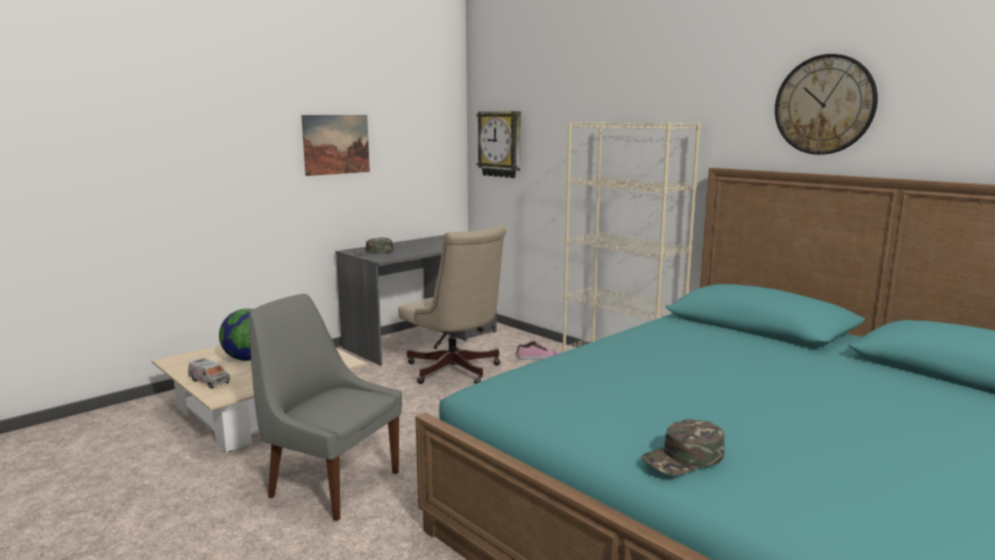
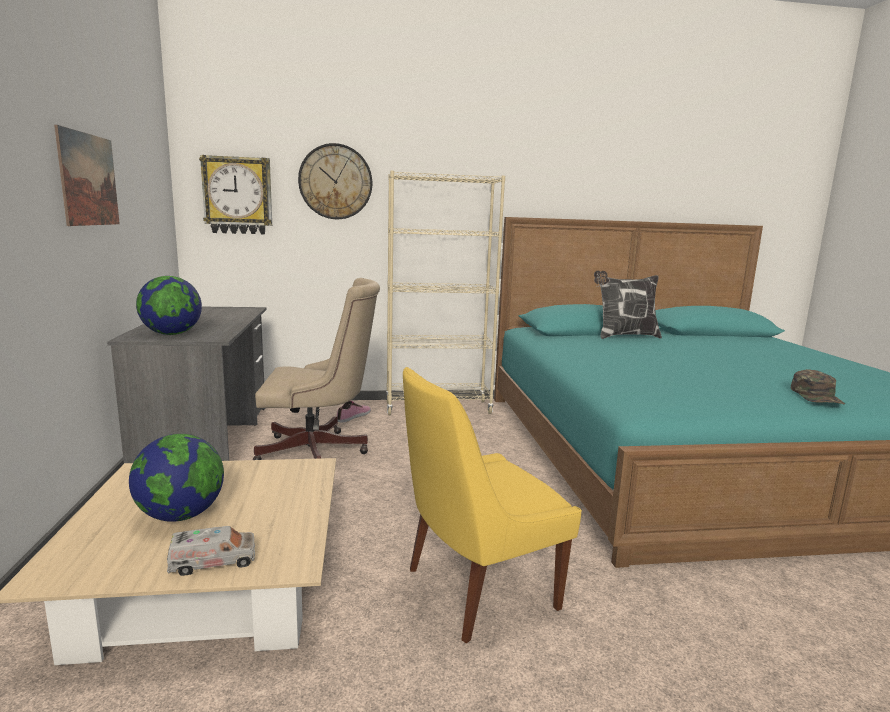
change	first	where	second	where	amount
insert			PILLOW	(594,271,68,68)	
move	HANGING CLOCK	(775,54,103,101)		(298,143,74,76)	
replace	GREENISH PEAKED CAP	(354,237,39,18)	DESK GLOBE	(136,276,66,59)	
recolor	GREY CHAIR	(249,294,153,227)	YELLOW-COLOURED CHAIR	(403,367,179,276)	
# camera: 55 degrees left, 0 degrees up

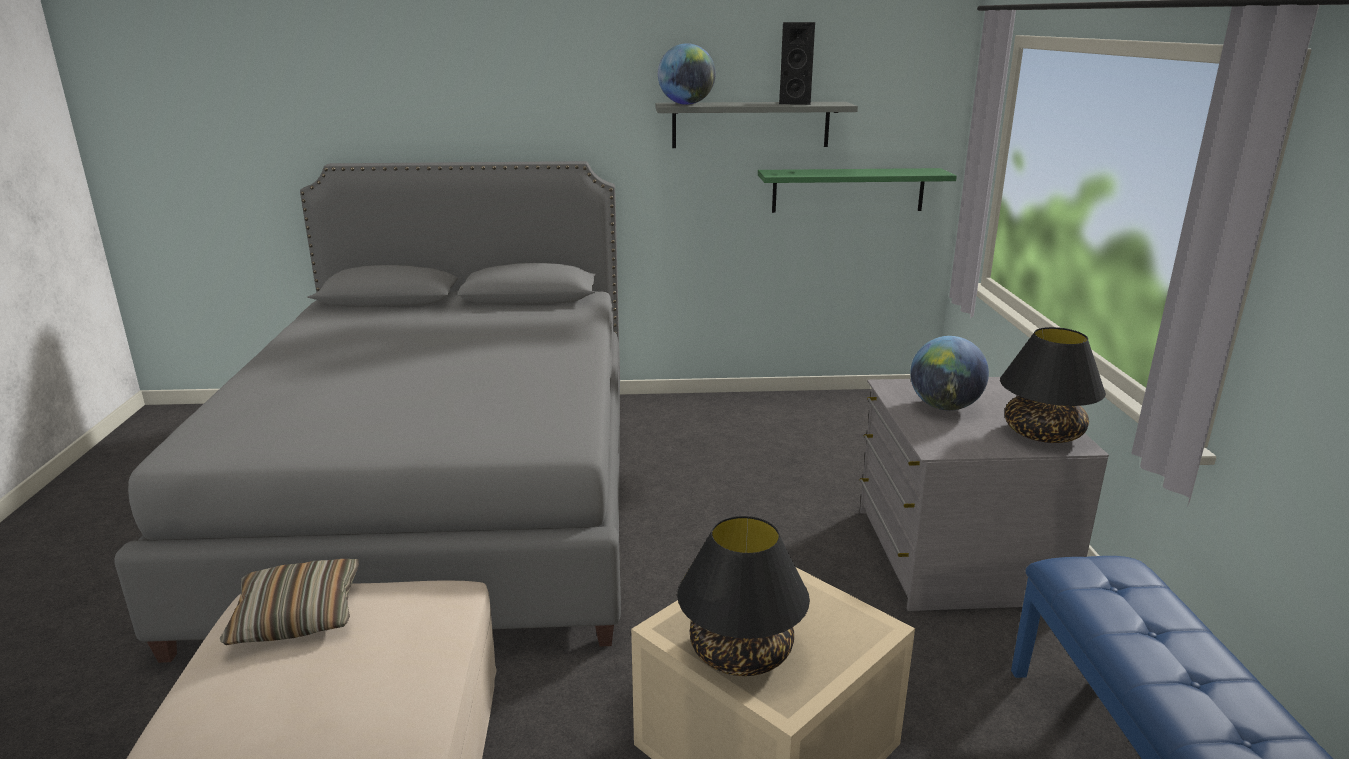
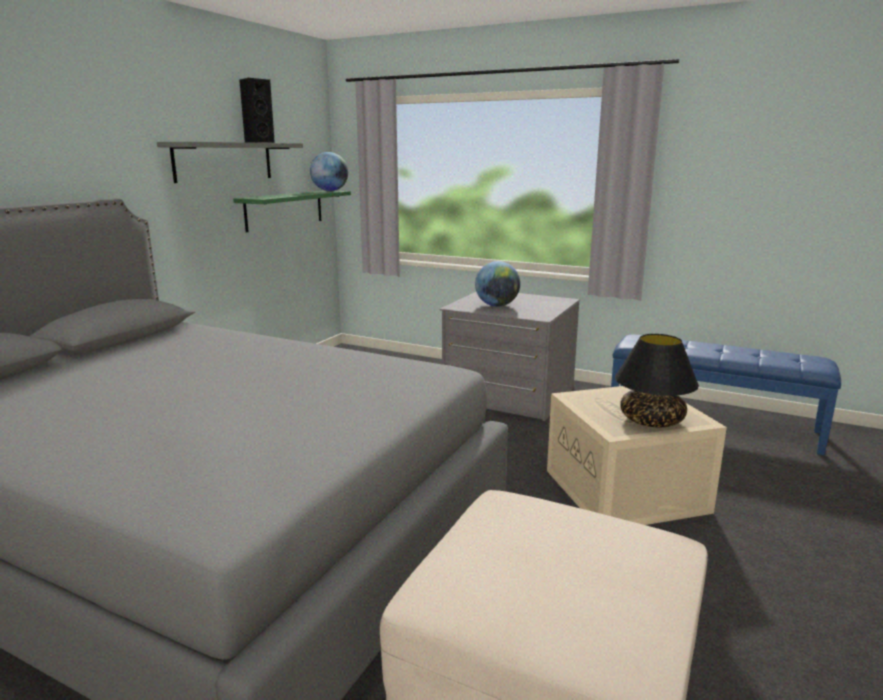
change	first	where	second	where	amount
delete	PILLOW	(220,559,139,86)			
delete	BLACK TABLETOP LAMP	(1000,327,106,116)			
move	DESK GLOBE	(658,43,58,62)		(310,152,38,39)	
# camera: 60 degrees left, 5 degrees down

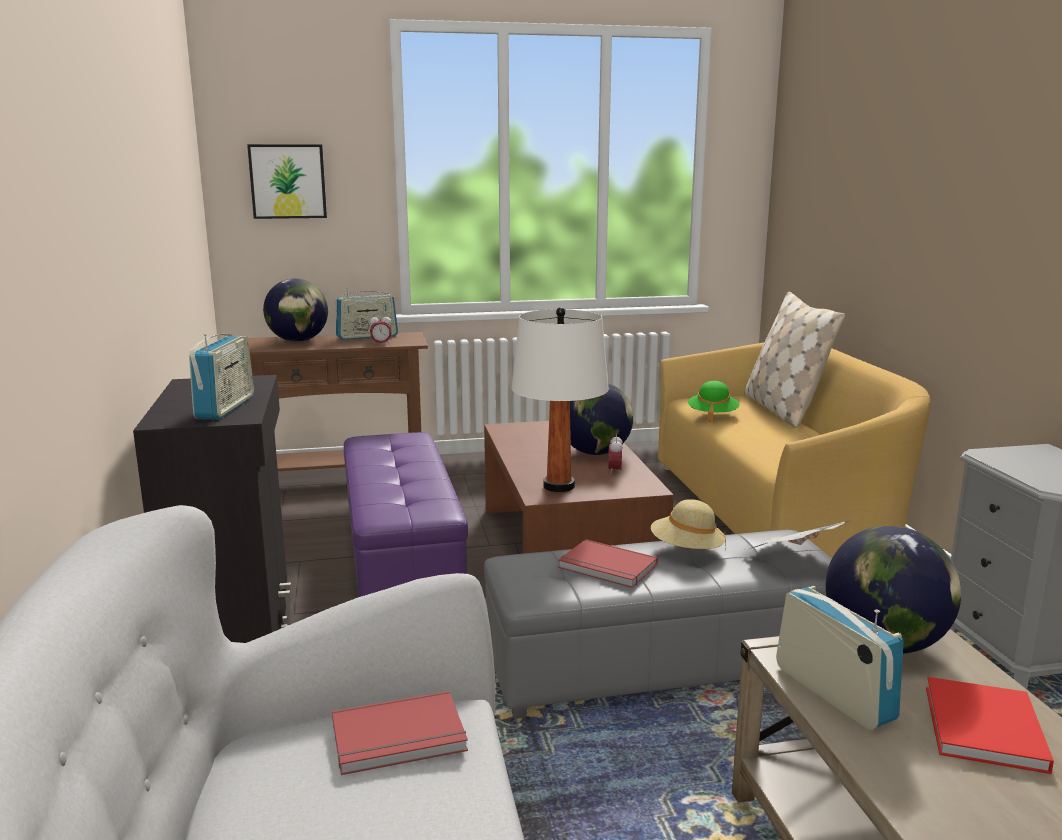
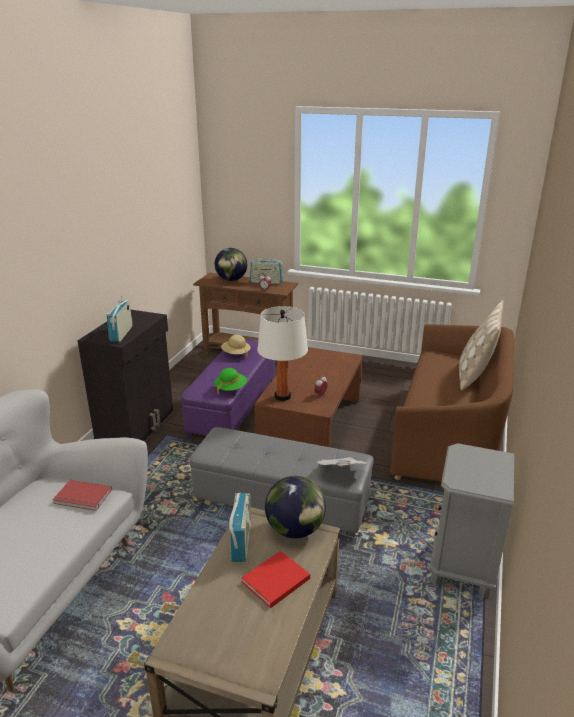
change	first	where	second	where	amount
delete	WALL PICTURE	(247,144,80,75)			
delete	RED-COLOURED VOLUME	(558,539,100,49)			
delete	DESK GLOBE	(570,383,63,72)			
move	SAND-COLOURED CLOTHING HAT	(651,499,75,50)		(221,335,30,23)	
move	GREENISH CLOTHING HAT	(688,381,51,42)		(214,368,33,26)	
recolor	YELLOW-COLOURED SETTEE	(658,342,273,216)	BROWNISH SETTEE	(390,324,124,158)	
rotate	RADIO SET	(189,334,65,86)		(106,296,27,46)	150 degrees clockwise
# camera: 30 degrees right, 10 degrees up

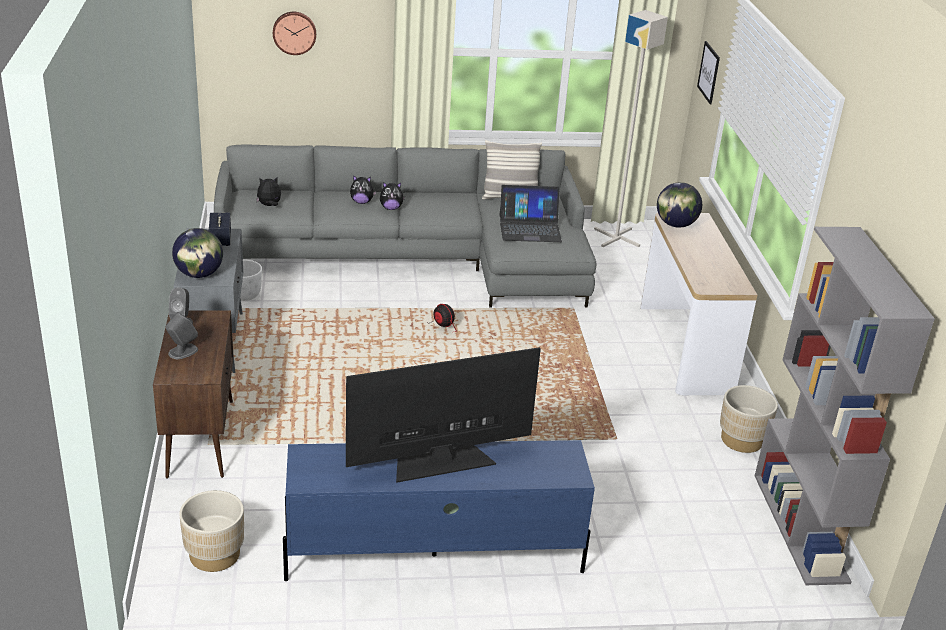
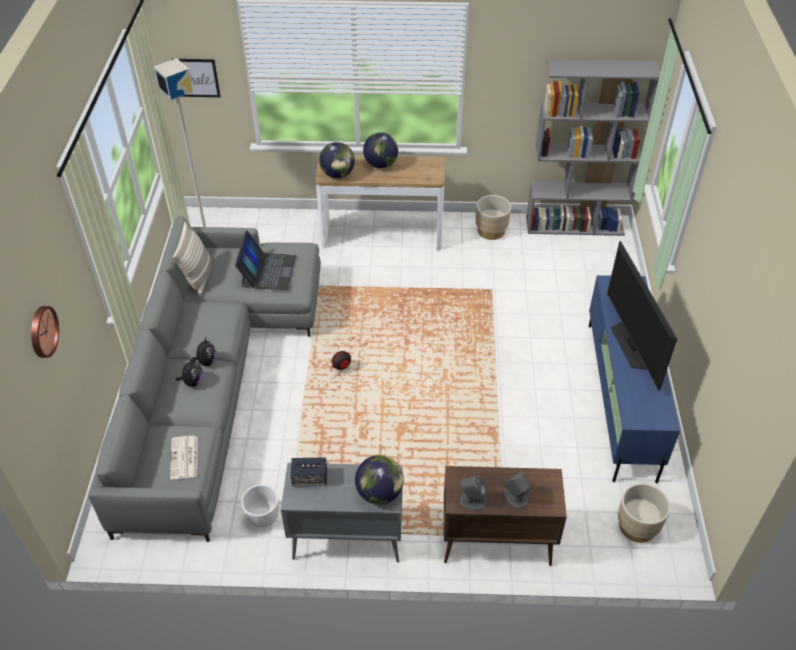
change	first	where	second	where	amount
insert			DESK GLOBE	(363,132,35,36)	
replace	SOFT TOY	(256,177,25,29)	NEWSPAPER	(170,436,28,43)	
# camera: 80 degrees left, 15 degrees up

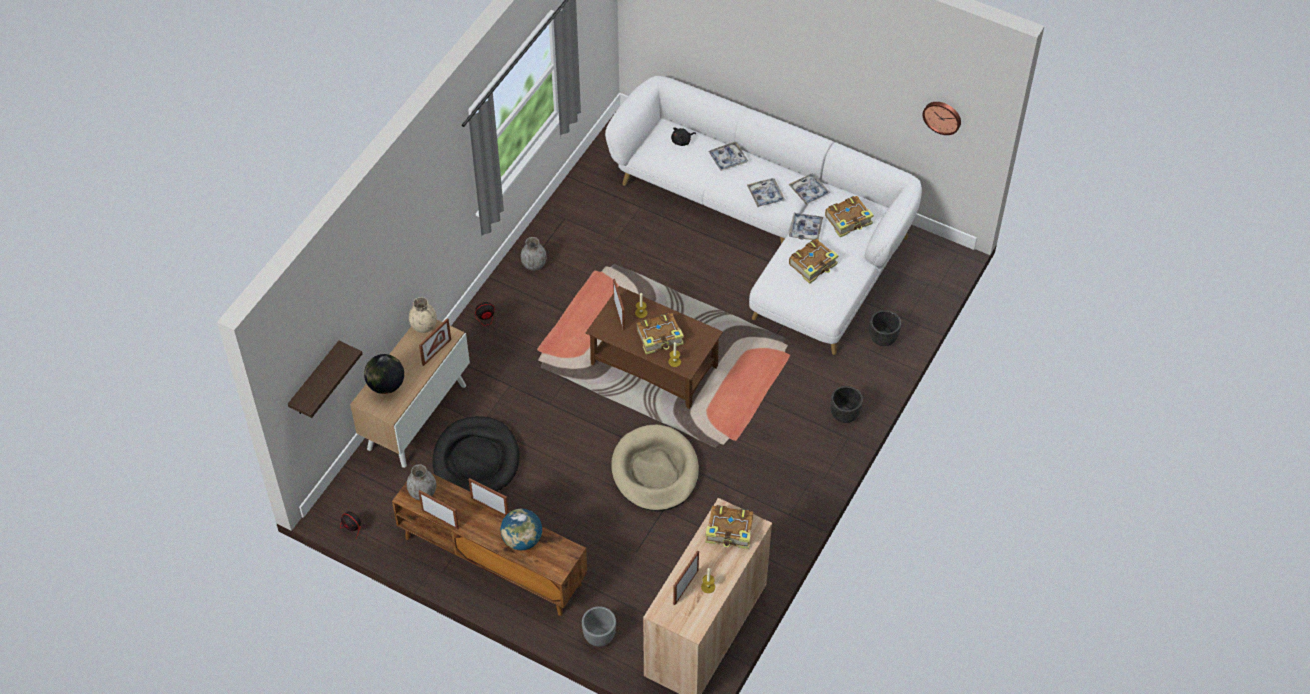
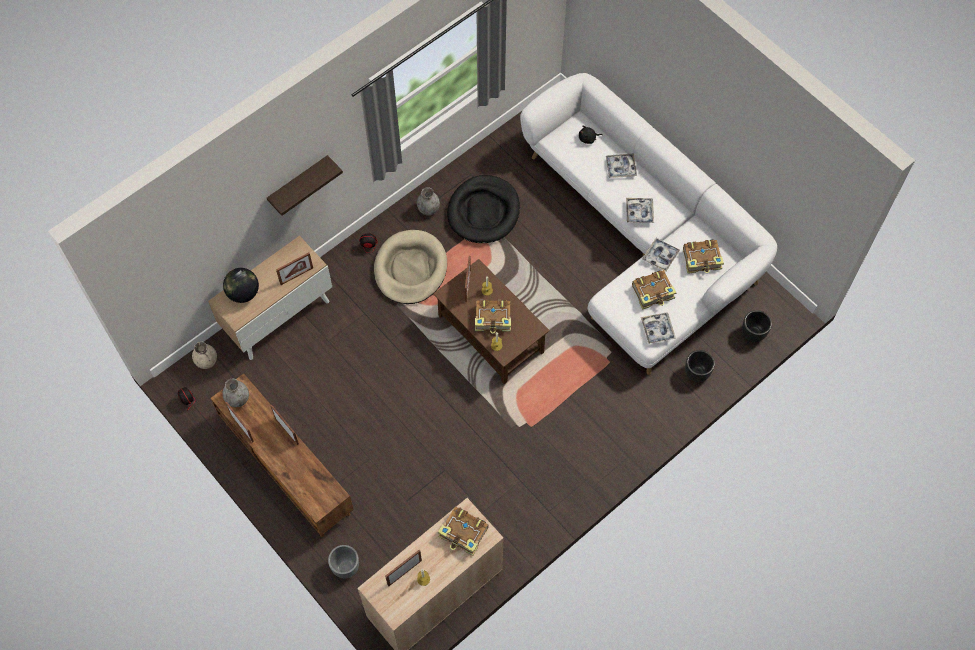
change	first	where	second	where	amount
delete	DESK GLOBE	(501,509,41,41)			
delete	HANGING CLOCK	(923,102,38,33)			
move	SHELF	(288,341,74,77)		(267,155,76,61)	
move	SAND-COLOURED DECORATIVE VASE	(409,297,28,36)		(192,341,25,28)	
move	BLACK PET BED	(432,416,88,76)		(447,175,73,68)	
move	SAND-COLOURED PET BED	(611,425,88,86)		(374,230,73,74)	
move	SERVING TRAY	(788,173,42,32)		(641,313,35,31)	
move	BLACK FLOWER POT	(831,386,32,37)		(742,310,30,32)	
# camera: 20 degrees right, 10 degrees up

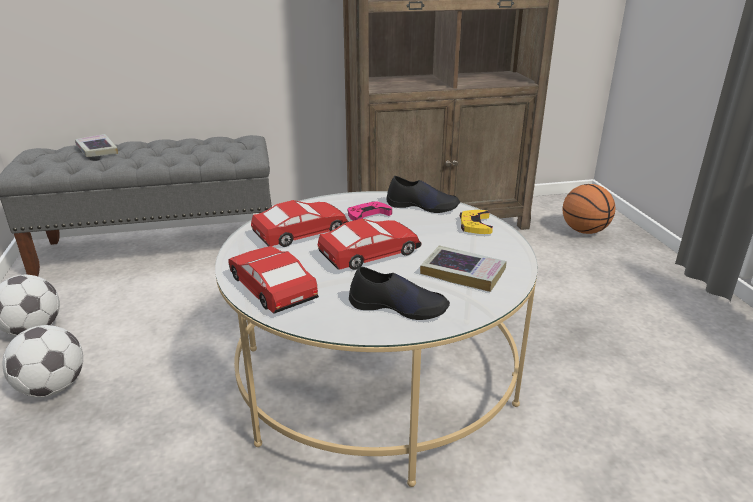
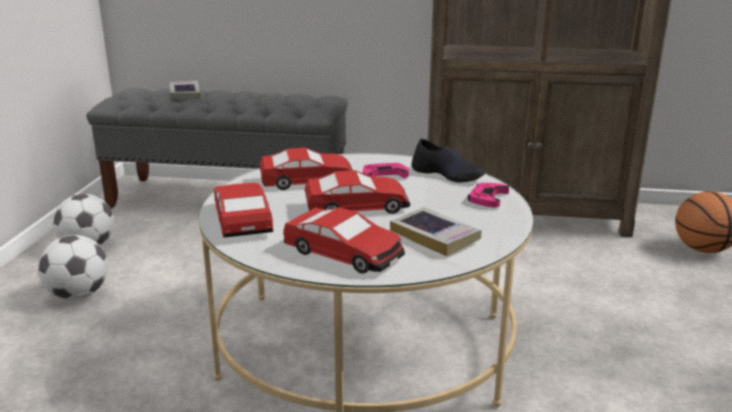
change	first	where	second	where	amount
replace	BLACK ITEM OF FOOTWEAR	(349,267,101,53)	TOY CAR	(283,207,122,67)	
recolor	YELLOW-COLOURED GAME CONTROLLER	(460,210,33,24)	PINK-COLOURED GAME CONTROLLER	(468,183,41,25)	
# camera: 20 degrees right, 5 degrees down

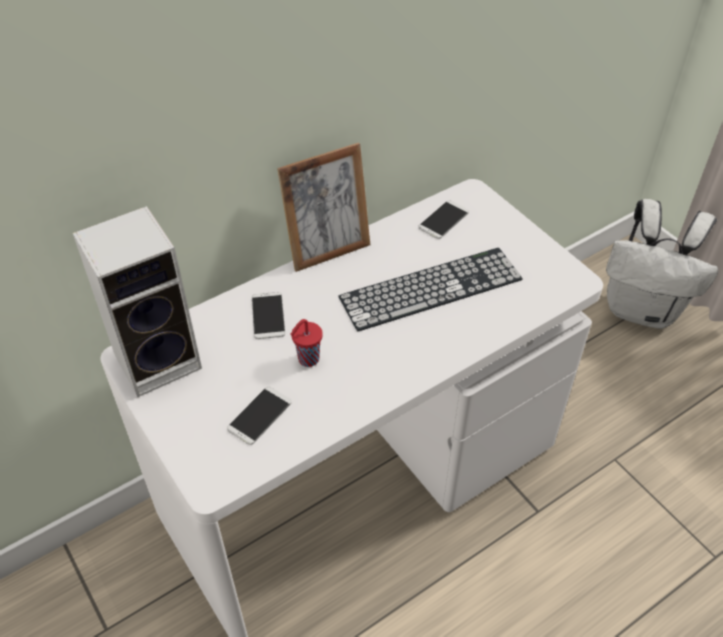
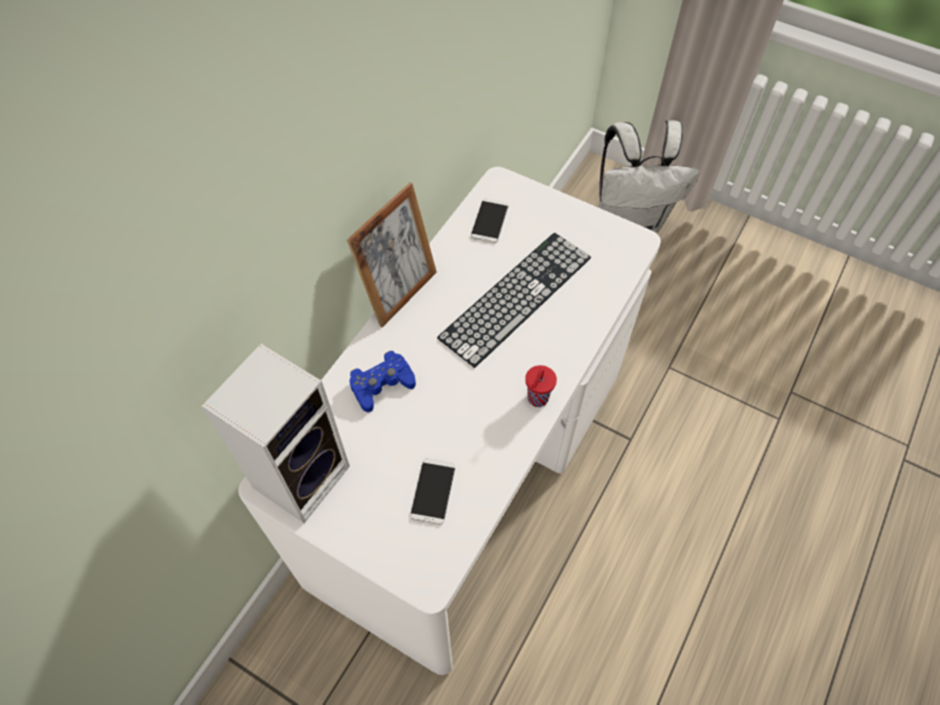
change	first	where	second	where	amount
move	RED-COLOURED DRINKING CUP	(290,319,33,48)		(525,365,32,42)	
replace	PHONE	(252,292,33,47)	BLUISH GAME CONTROLLER	(349,350,67,62)	
# camera: 25 degrees left, 10 degrees up

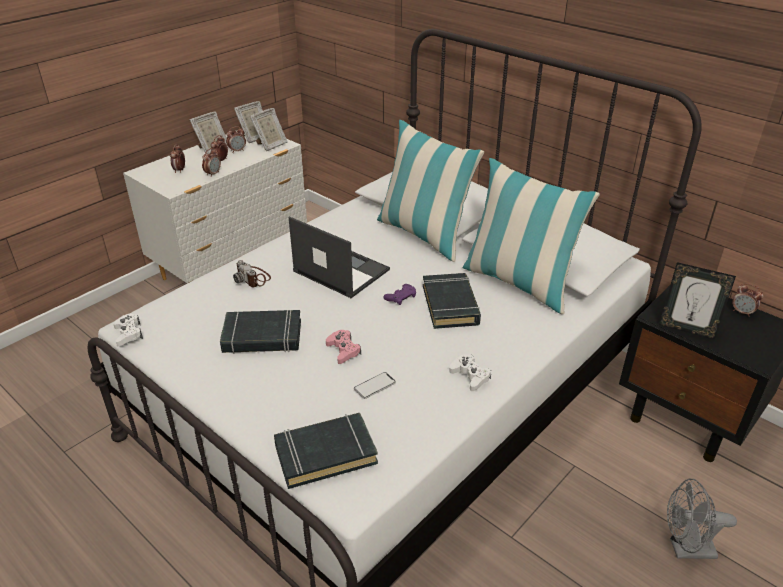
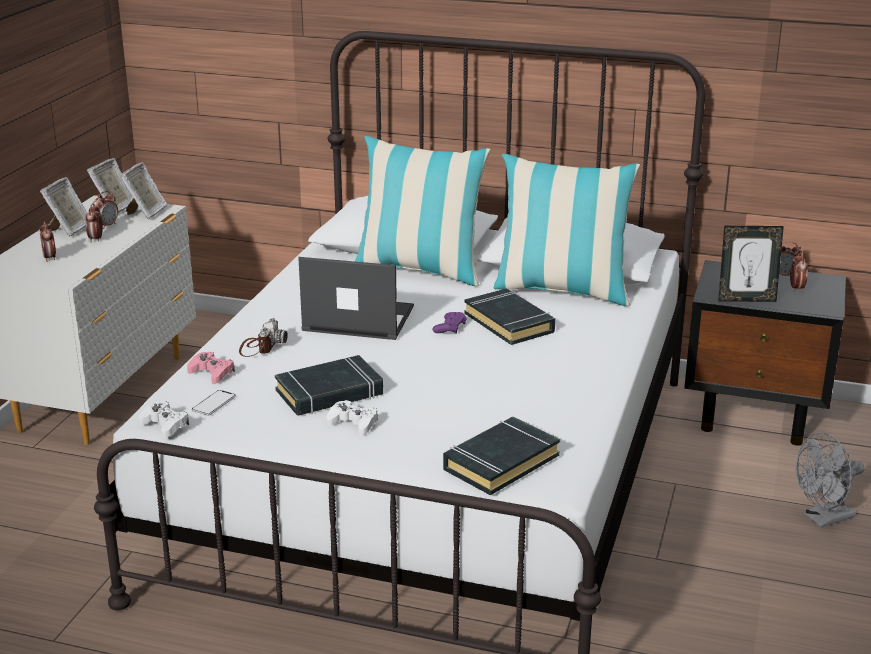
change	first	where	second	where	amount
move	TABLE CLOCK	(202,148,19,28)		(790,253,18,39)	
move	PINK-COLOURED GAME CONTROLLER	(326,330,35,34)		(187,352,48,32)	
move	PHONE	(354,372,42,27)		(191,390,45,26)	
move	WHITE GAME CONTROLLER	(449,355,42,36)		(326,400,51,36)	
rotate	PHOTO CAMERA	(233,260,38,27)		(239,318,49,39)	105 degrees counterclockwise
# camera: 25 degrees left, 10 degrees down

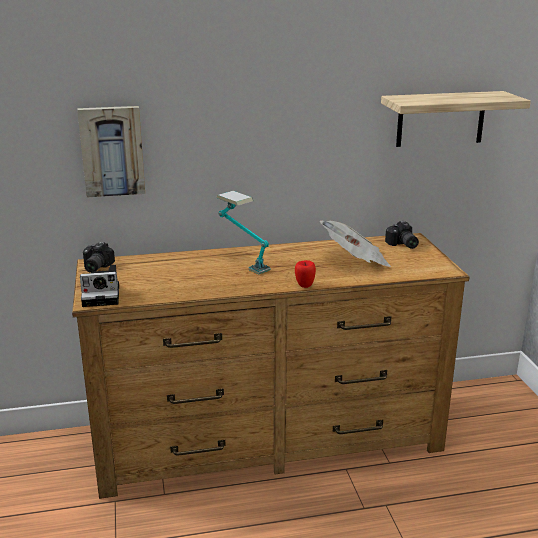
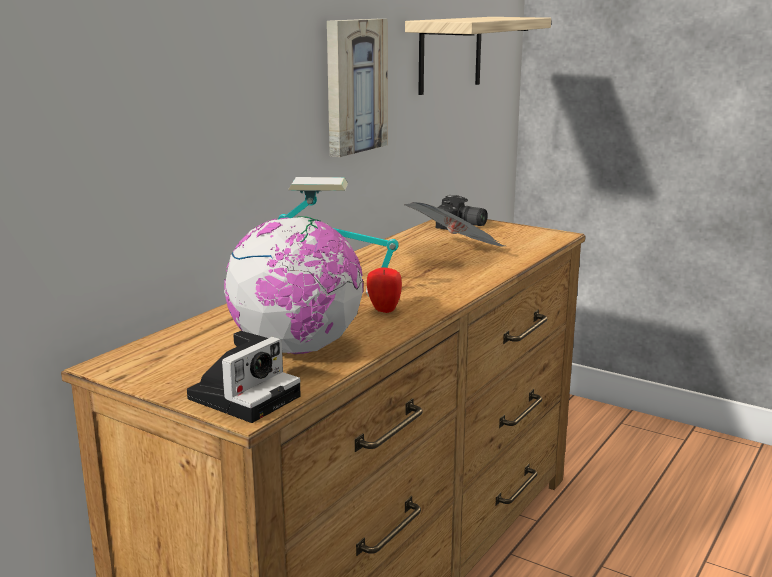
change	first	where	second	where	amount
delete	PHOTO CAMERA	(83,242,32,31)			
insert			DESK GLOBE	(224,216,139,138)	
move	WALL PICTURE	(77,106,68,91)		(327,19,61,138)	
move	APPLE	(295,260,21,28)		(367,268,35,45)	
# camera: 45 degrees left, 5 degrees down

